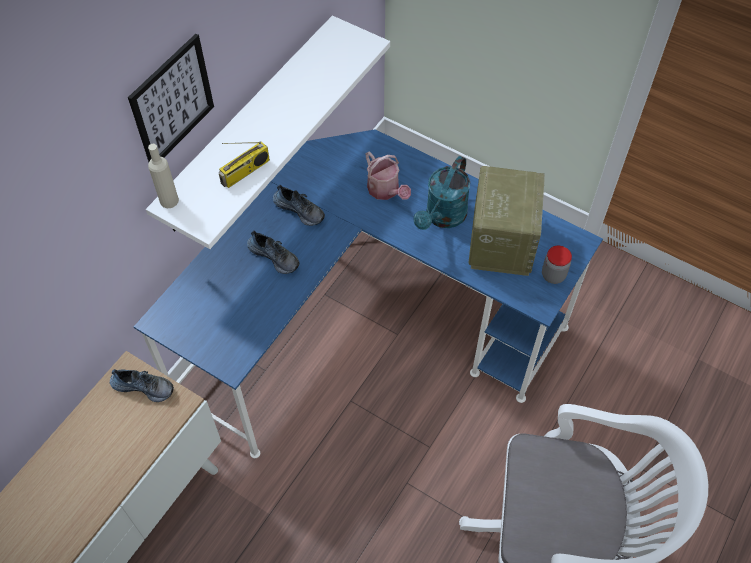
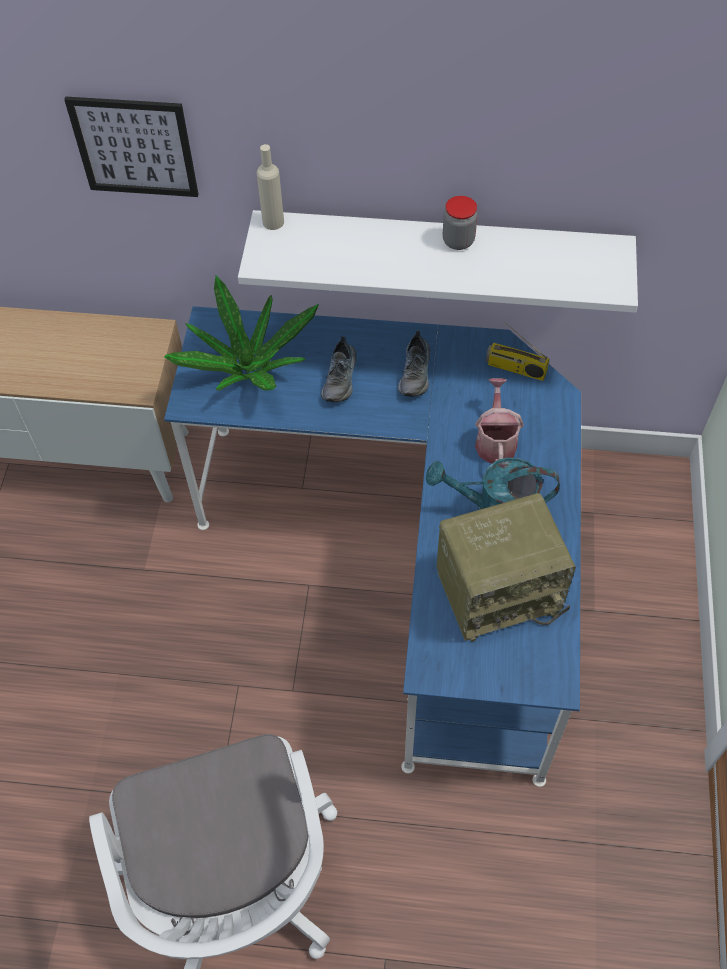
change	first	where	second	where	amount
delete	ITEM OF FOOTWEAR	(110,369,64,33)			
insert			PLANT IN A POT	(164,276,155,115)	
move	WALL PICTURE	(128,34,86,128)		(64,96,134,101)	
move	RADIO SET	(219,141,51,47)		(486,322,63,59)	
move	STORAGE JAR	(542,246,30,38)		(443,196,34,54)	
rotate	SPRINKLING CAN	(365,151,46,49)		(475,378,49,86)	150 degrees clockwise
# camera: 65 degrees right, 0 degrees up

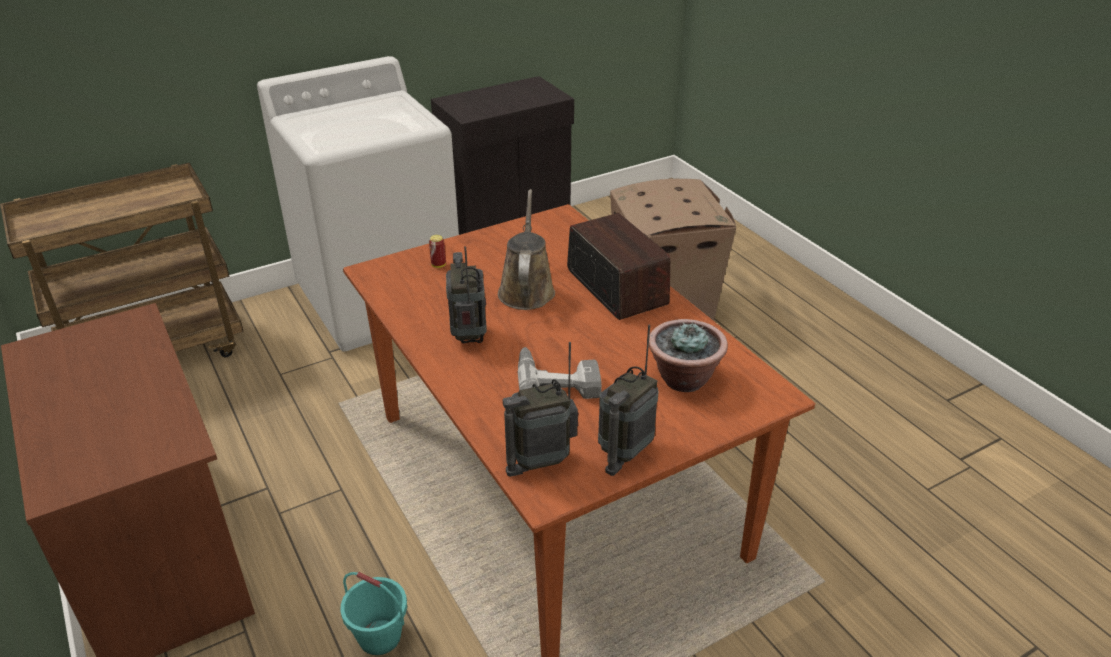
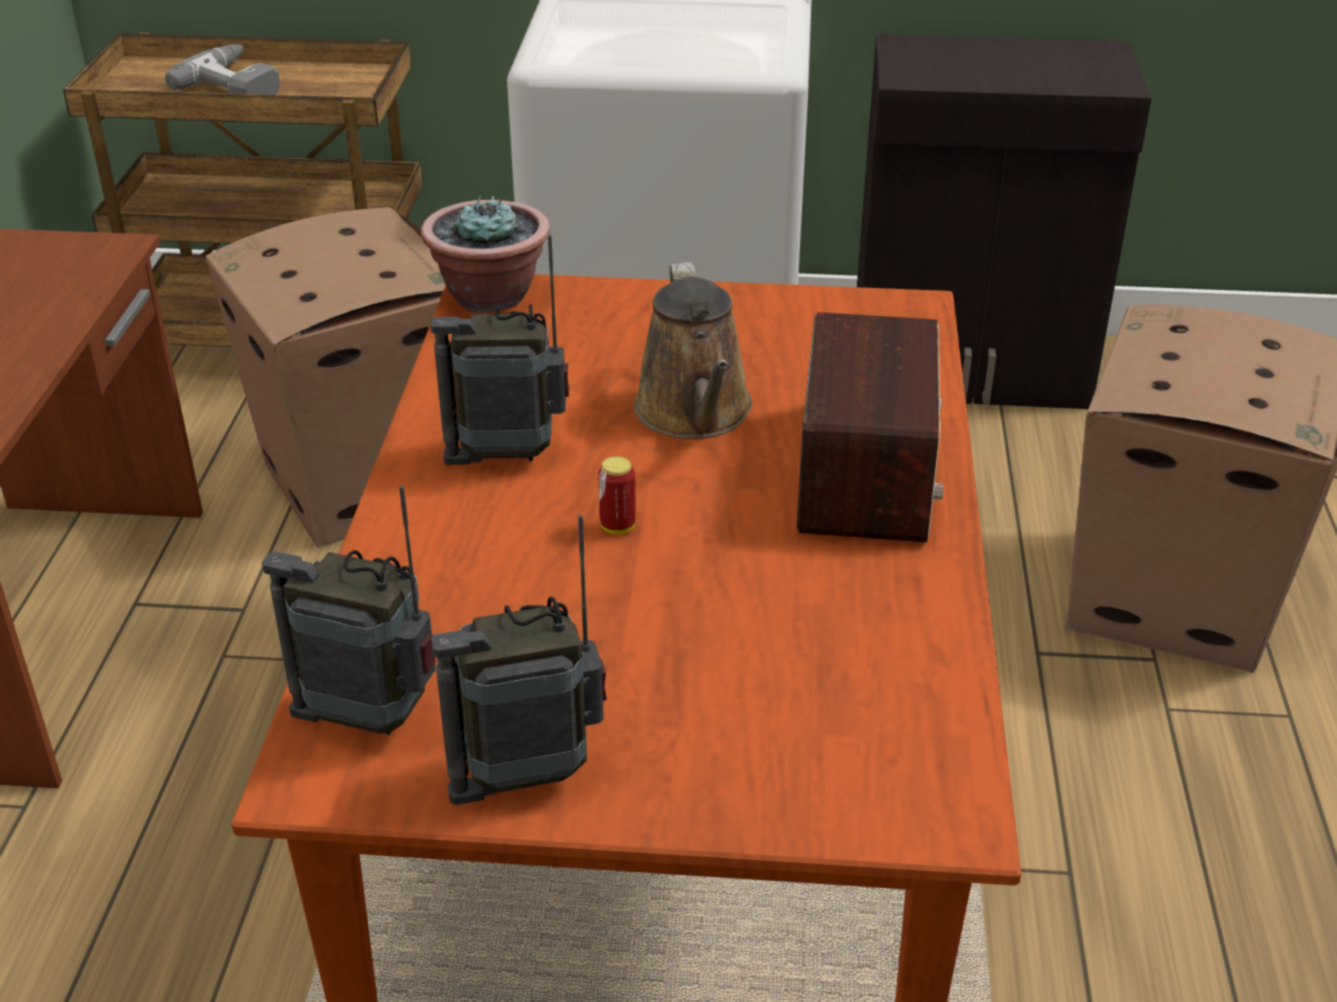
change	first	where	second	where	amount
delete	TURQUOISE WATER BUCKET	(341,572,66,83)			
insert			PACKING BOX	(205,207,241,341)	
move	METAL CAN	(429,235,17,33)		(598,456,38,78)	
move	DRILL	(517,347,85,52)		(165,44,115,51)	
move	PLANT IN A POT	(649,319,79,73)		(421,196,129,117)	
rotate	RADIO SET	(446,246,41,97)		(430,235,139,230)	120 degrees counterclockwise
rotate	BROWNISH SPRINKLING CAN	(498,189,57,121)		(634,262,118,177)	135 degrees clockwise
# camera: 35 degrees right, 0 degrees up

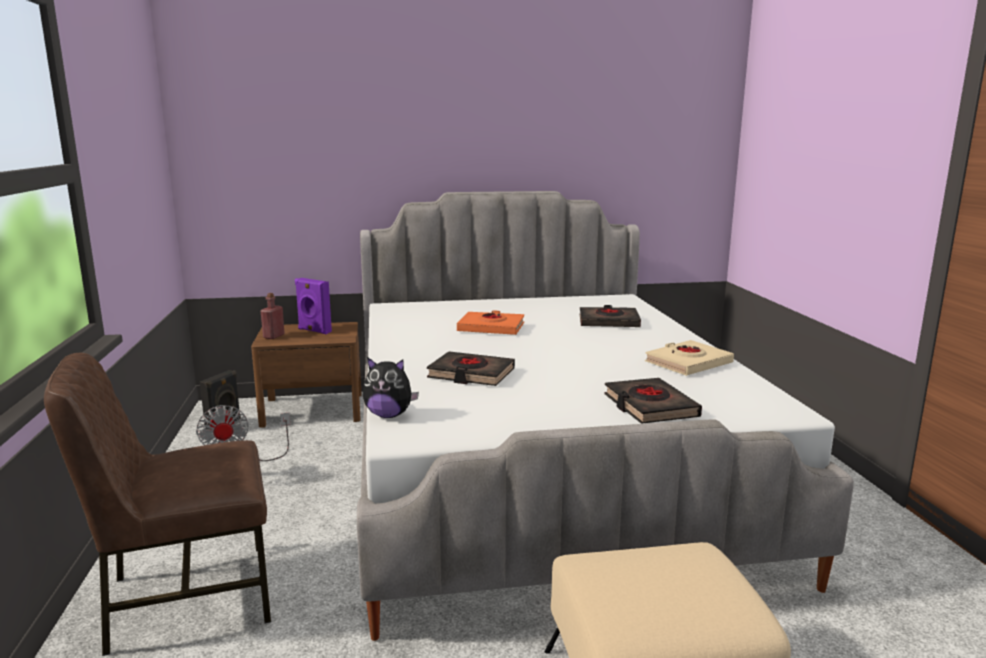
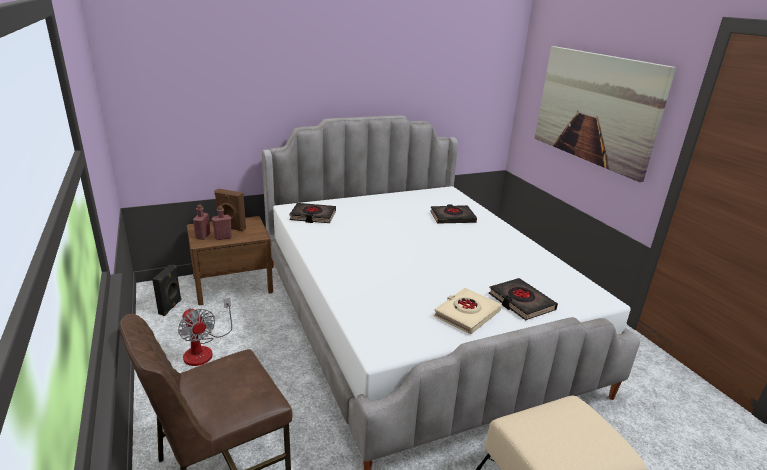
change	first	where	second	where	amount
delete	SOFT TOY	(363,357,56,61)			
delete	ORANGE-COLOURED VOLUME	(457,310,67,25)			
insert			RED-COLOURED BEVERAGE BOTTLE	(212,206,20,34)	
insert			WALL PICTURE	(535,46,141,136)	
move	BLACK VOLUME	(427,351,88,35)		(289,203,47,20)	
move	SAND-COLOURED VOLUME	(645,340,89,36)		(433,288,69,46)	
recolor	PURPLISH LOUDSPEAKER	(295,278,37,56)	BROWNISH LOUDSPEAKER	(214,188,32,44)	
# camera: 15 degrees left, 10 degrees up

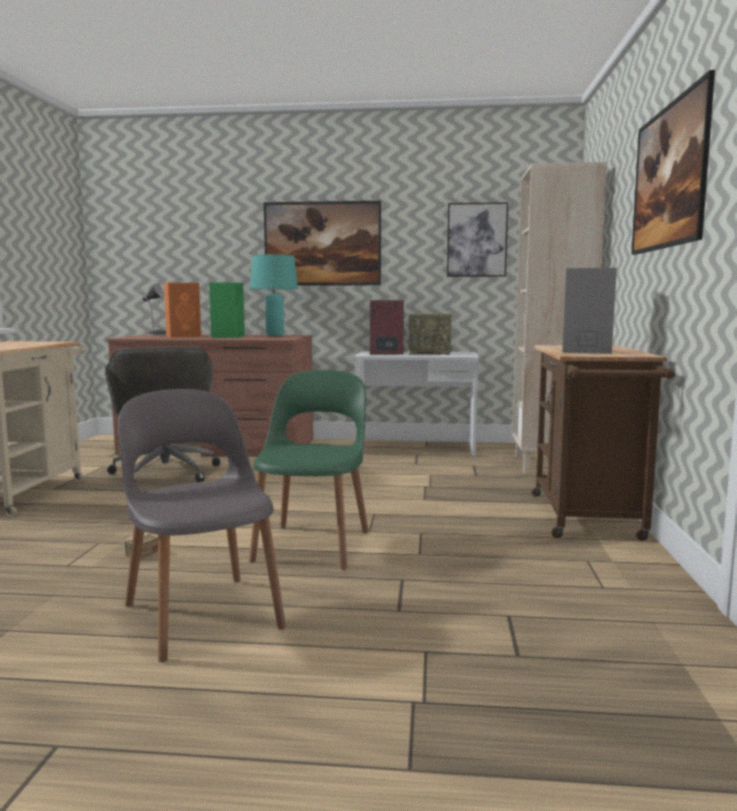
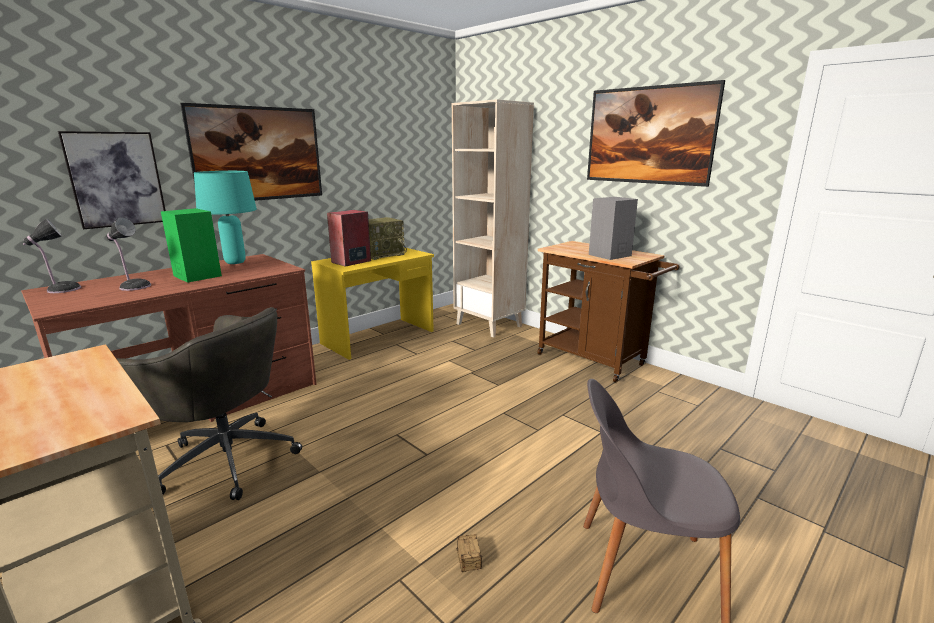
change	first	where	second	where	amount
delete	GREENISH CHAIR	(249,370,120,200)			
move	WALL PICTURE	(447,202,61,75)		(58,131,108,98)	
replace	ORANGE-COLOURED LOUDSPEAKER	(164,283,37,55)	TABLETOP LAMP	(106,217,45,74)	
recolor	WHITE DESK TABLE	(354,351,125,105)	YELLOW-COLOURED DESK TABLE	(311,248,123,112)	
# camera: 50 degrees left, 10 degrees up

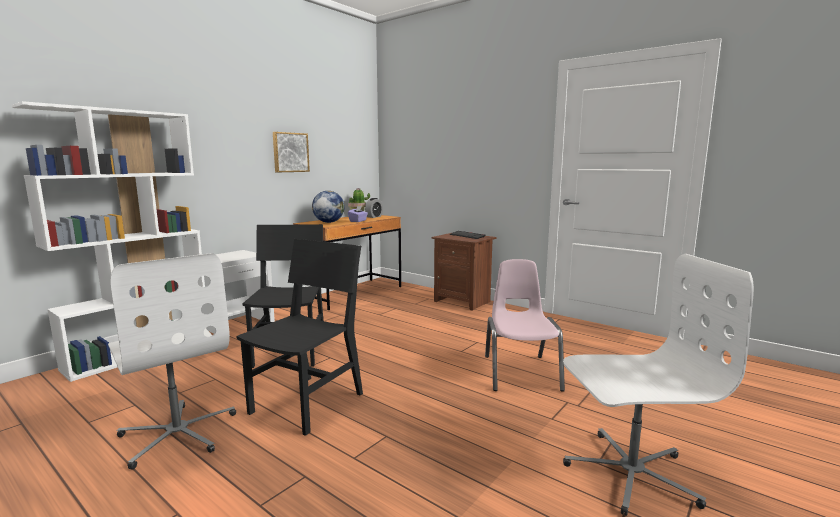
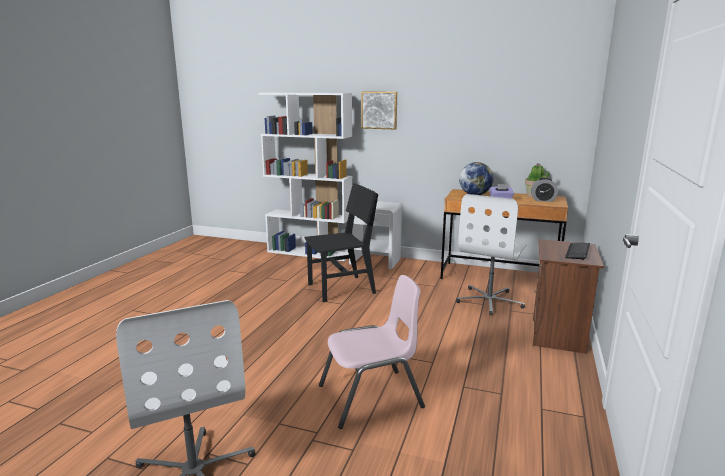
change	first	where	second	where	amount
delete	BLACK CHAIR	(237,239,126,197)			
move	WHITE COMPUTER CHAIR	(108,253,128,217)		(456,194,71,122)	
move	WALL PICTURE	(273,132,37,40)		(361,92,36,37)	
# camera: 70 degrees right, 5 degrees up

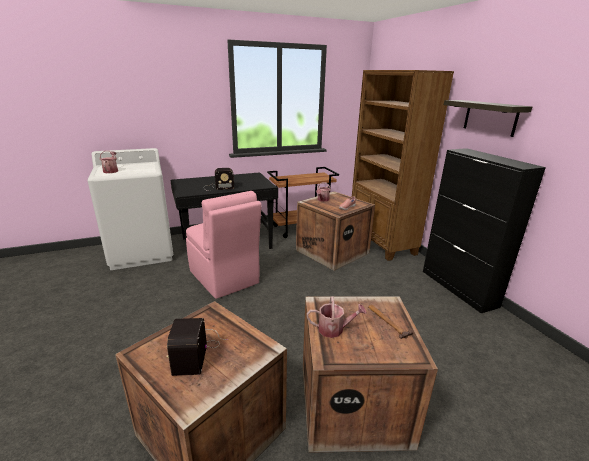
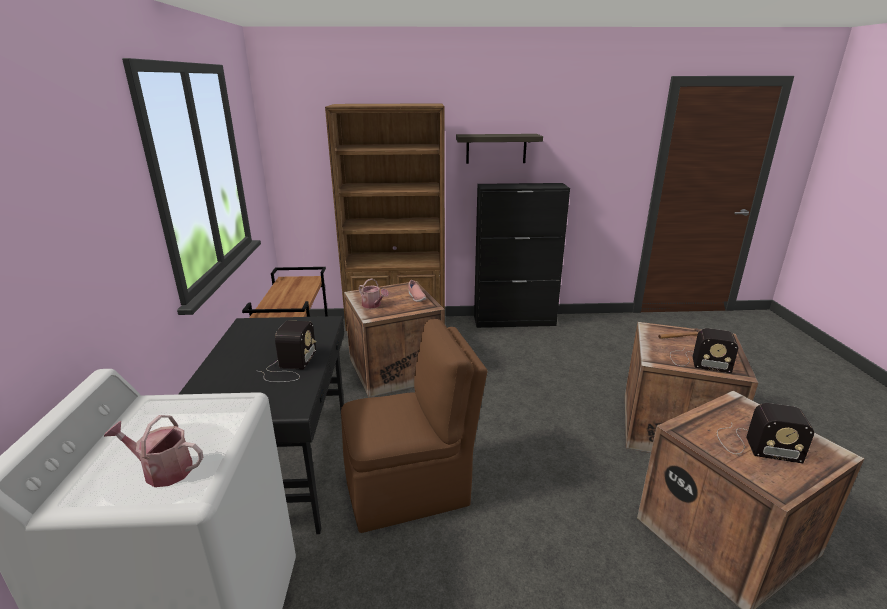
change	first	where	second	where	amount
replace	SPRINKLING CAN	(307,297,60,41)	RADIO SET	(670,328,68,45)	
recolor	PINK-COLOURED CHAIR	(186,191,76,108)	BROWNISH CHAIR	(341,319,146,214)	
# camera: 70 degrees left, 0 degrees up

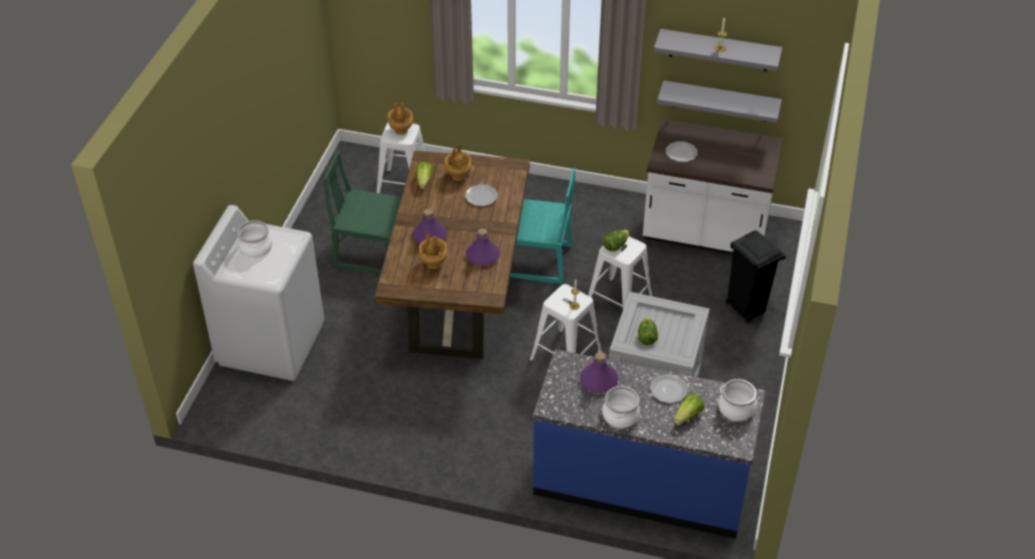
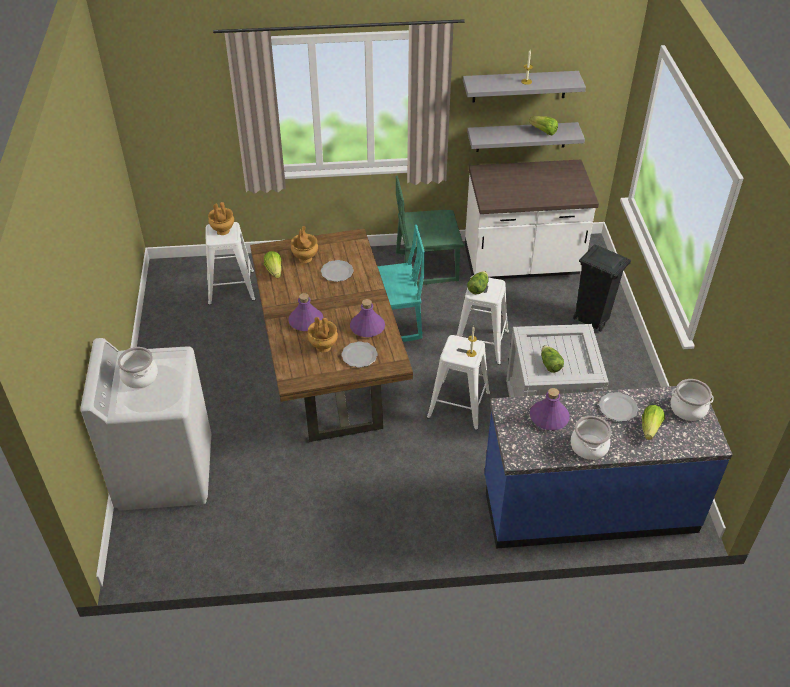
change	first	where	second	where	amount
insert			LETTUCE HEAD	(529,116,29,19)	
move	GREENISH CHAIR	(324,151,78,123)		(396,176,68,110)	
move	DINNER PLATE	(666,141,32,21)		(341,342,37,26)	
# camera: 20 degrees left, 0 degrees up

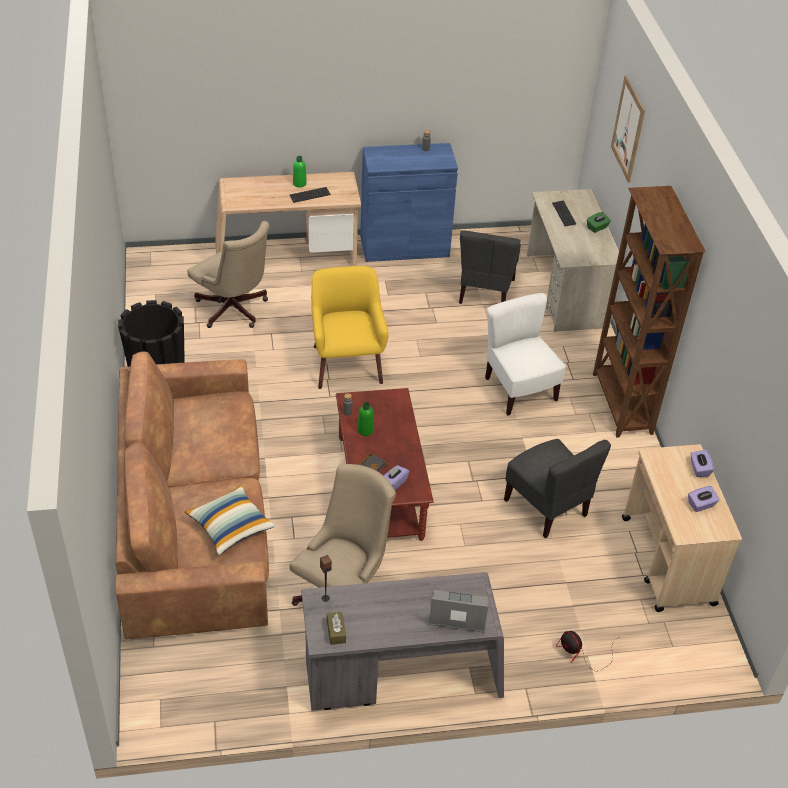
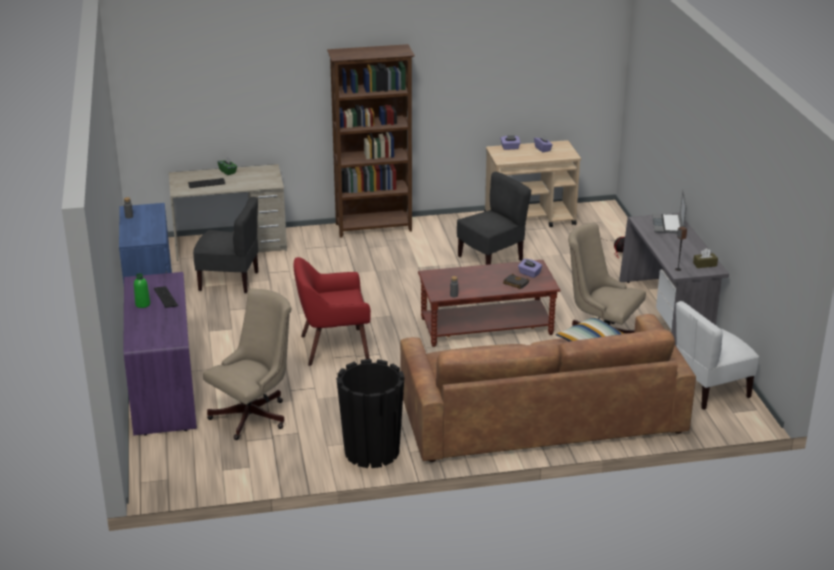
change	first	where	second	where	amount
delete	GREENISH BEVERAGE BOTTLE	(357,402,17,34)			
delete	WALL PICTURE	(611,75,34,108)			
move	WHITE CHAIR	(485,293,81,122)		(676,301,83,109)	
recolor	SAND-COLOURED DESK TABLE	(215,172,146,94)	PURPLISH DESK TABLE	(123,272,74,164)	
recolor	YELLOW-COLOURED ARMCHAIR	(311,266,78,123)	RED-COLOURED ARMCHAIR	(294,257,77,109)	
# camera: 90 degrees left, 15 degrees down

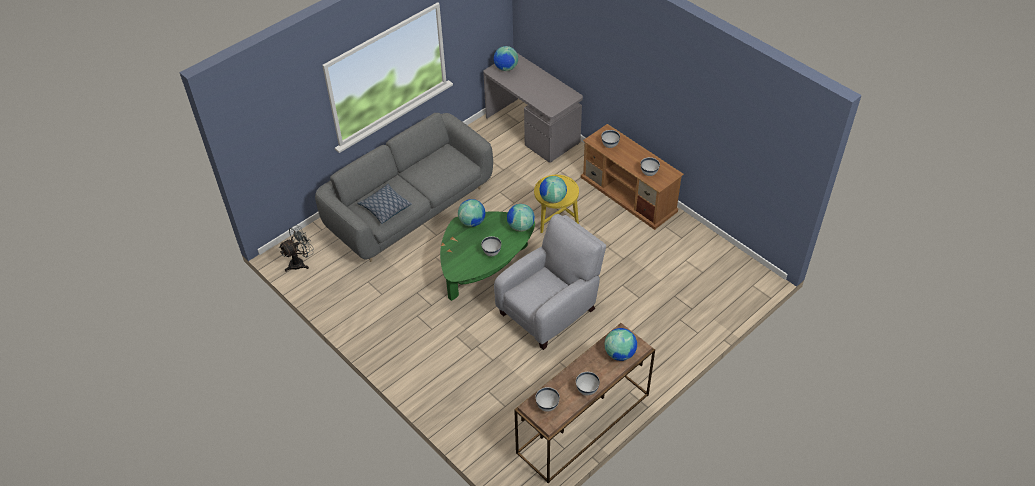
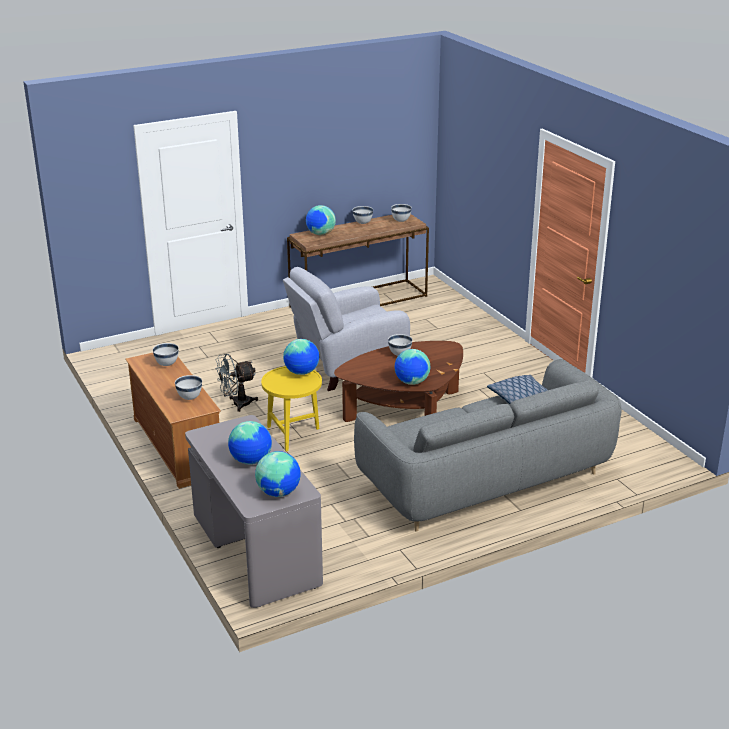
change	first	where	second	where	amount
move	GREY COOLING FAN	(279,225,35,47)		(216,354,42,58)	
move	DESK GLOBE	(507,204,28,28)		(228,421,44,44)	
recolor	GREENISH COFFEE TABLE	(440,212,95,89)	BROWNISH COFFEE TABLE	(334,341,129,81)	
# camera: 165 degrees left, 20 degrees down

